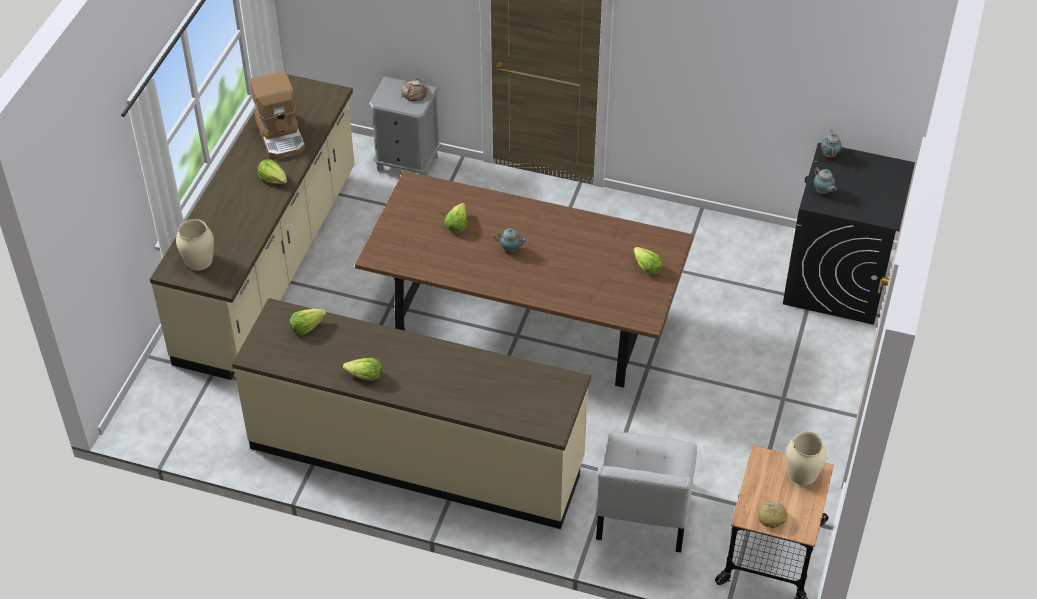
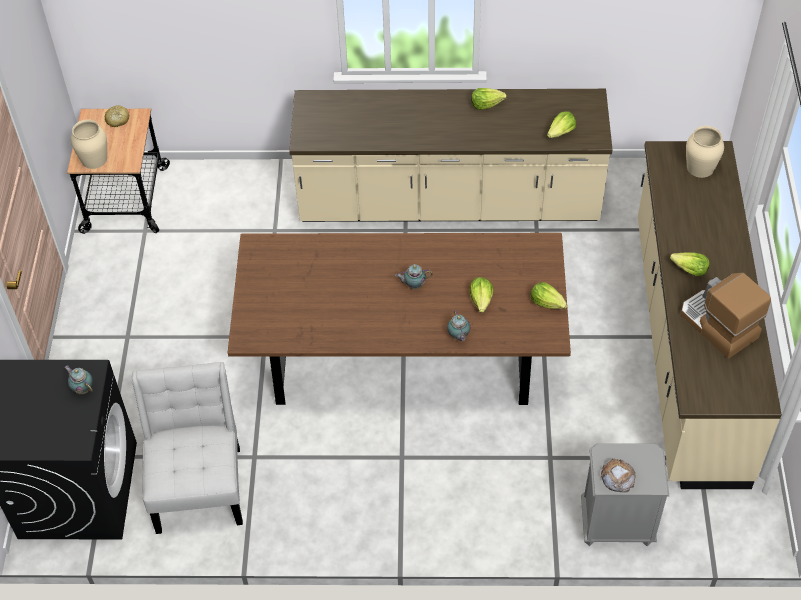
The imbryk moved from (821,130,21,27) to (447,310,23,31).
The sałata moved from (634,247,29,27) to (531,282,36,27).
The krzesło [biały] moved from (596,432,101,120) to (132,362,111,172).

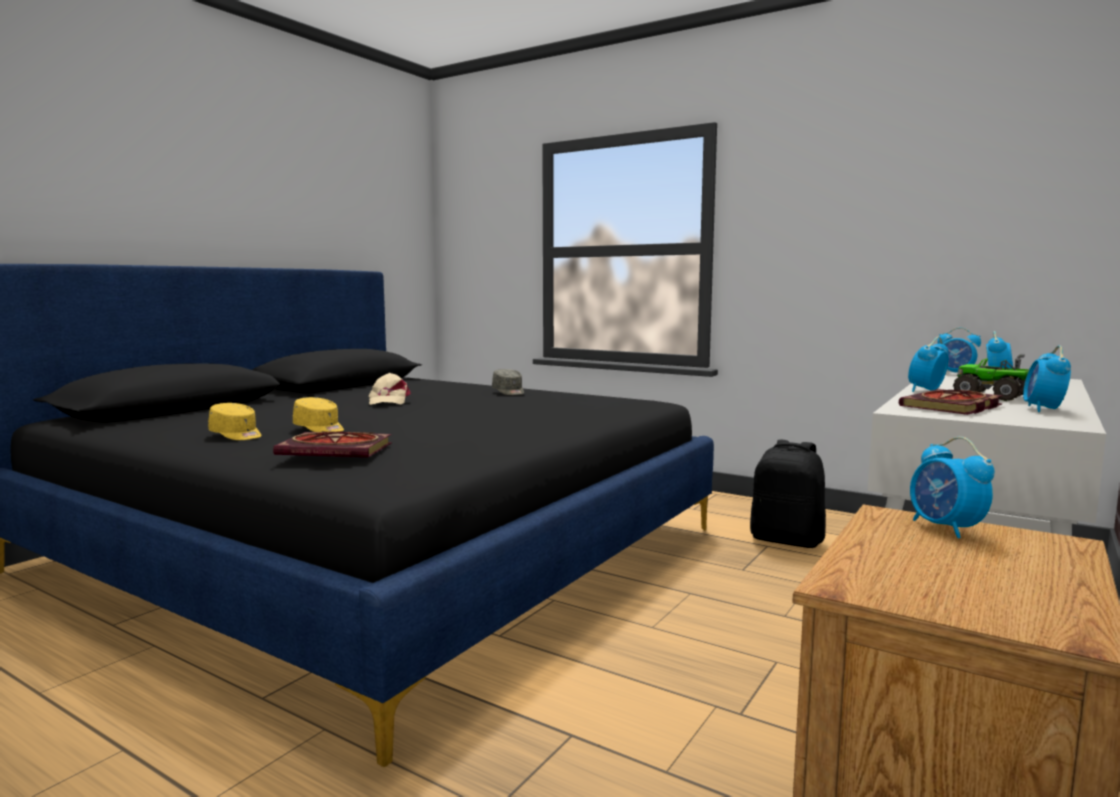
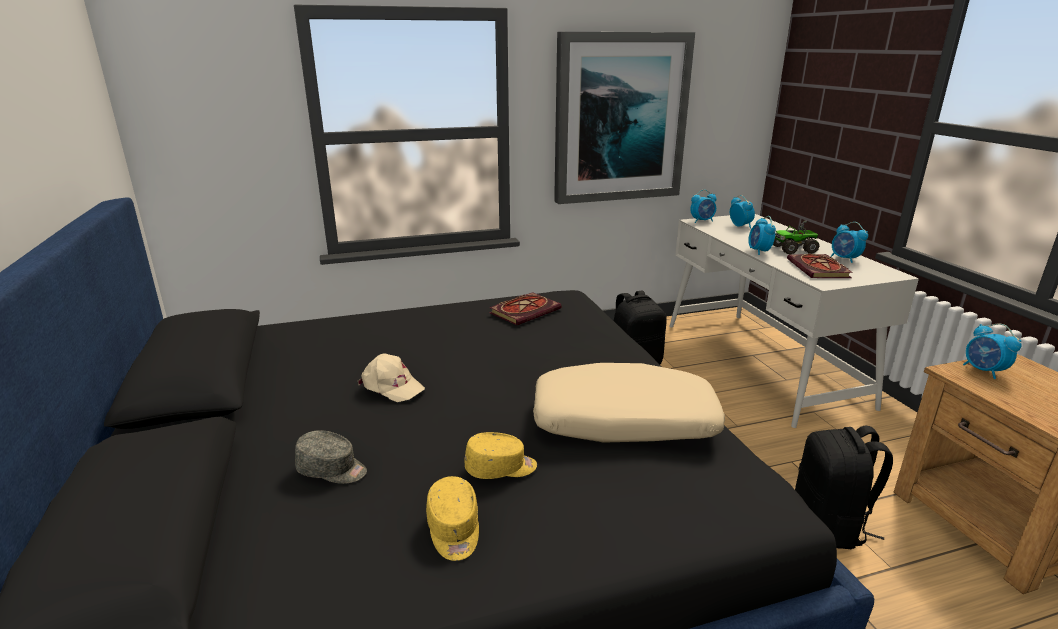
The czapka z daszkiem [szary] moved from (492,369,32,26) to (295,430,72,54).
The czapka z daszkiem [żółty] at (208,403,53,37) turned 90 degrees clockwise.
The książka moved from (273,431,119,26) to (489,292,72,33).
The budzik at (910,437,85,101) turned 45 degrees clockwise.
The obraz at (554,32,141,172) appeared.
The poduszka [beżowy] at (533,363,192,80) appeared.
The plecak [czarny] at (795,426,98,123) appeared.

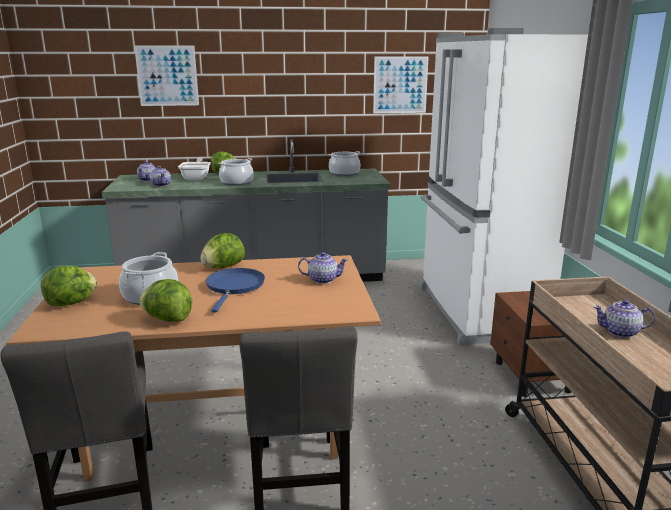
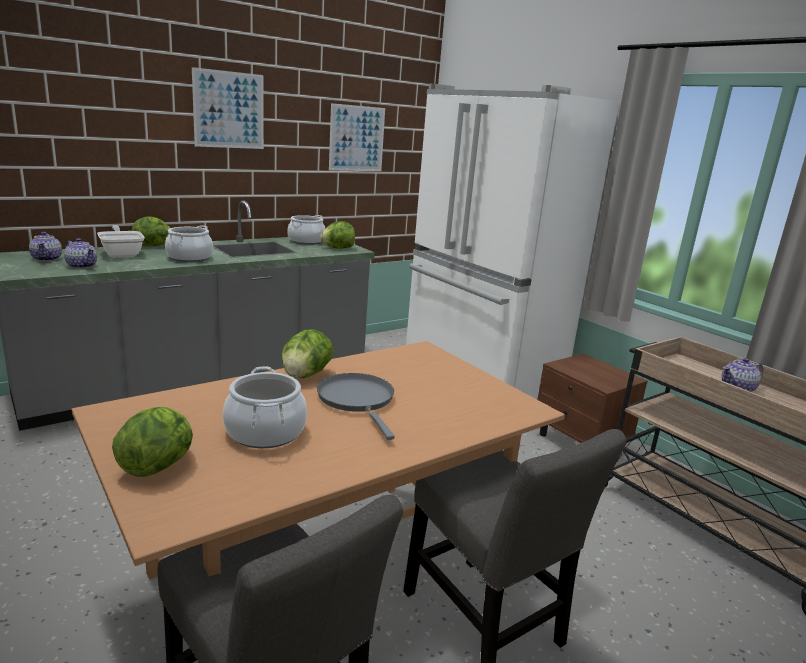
The obraz moved from (134,45,65,61) to (192,67,72,82).
The imbryk at (298,252,50,32) disappeared.
The patelnia [niebieski] at (206,268,59,44) became the patelnia [szary] at (317,373,78,67).
The sałata moved from (139,279,53,43) to (320,221,35,28).

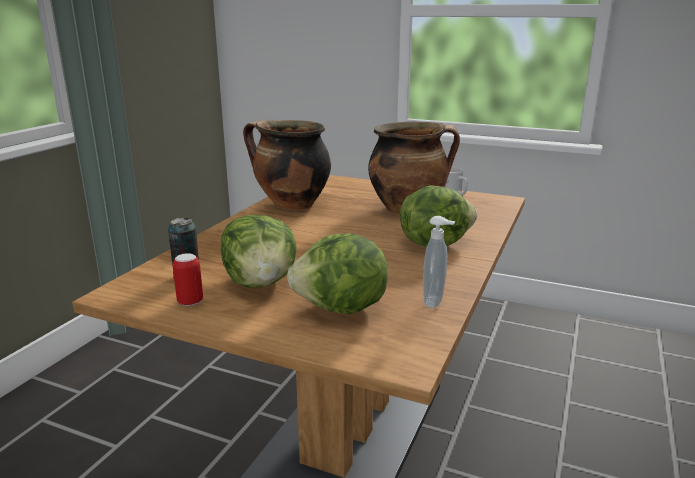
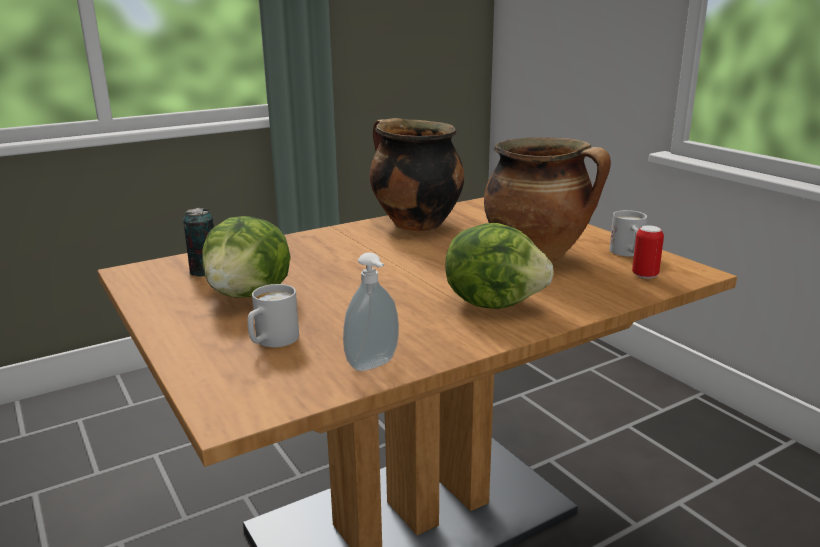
The sałata at (287,233,101,81) was replaced by the kubek [biały] at (248,284,51,63).
The puszka moved from (173,253,30,53) to (632,226,32,53).

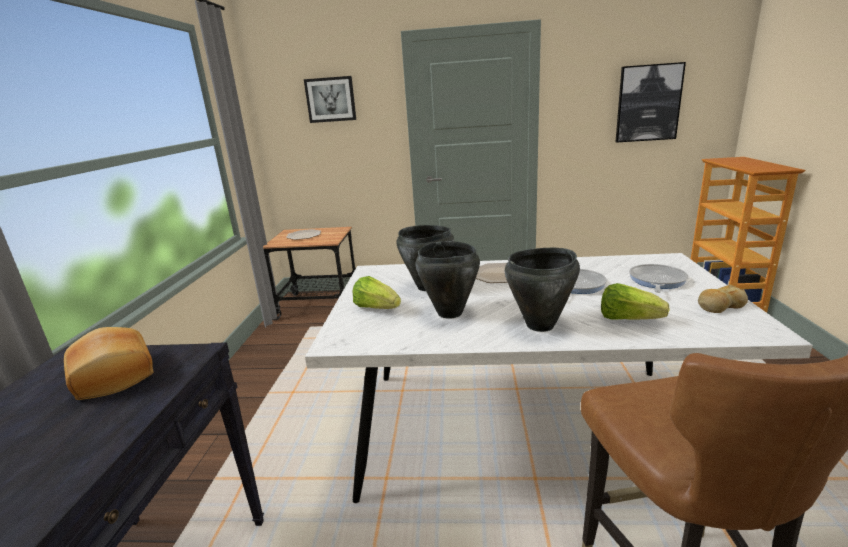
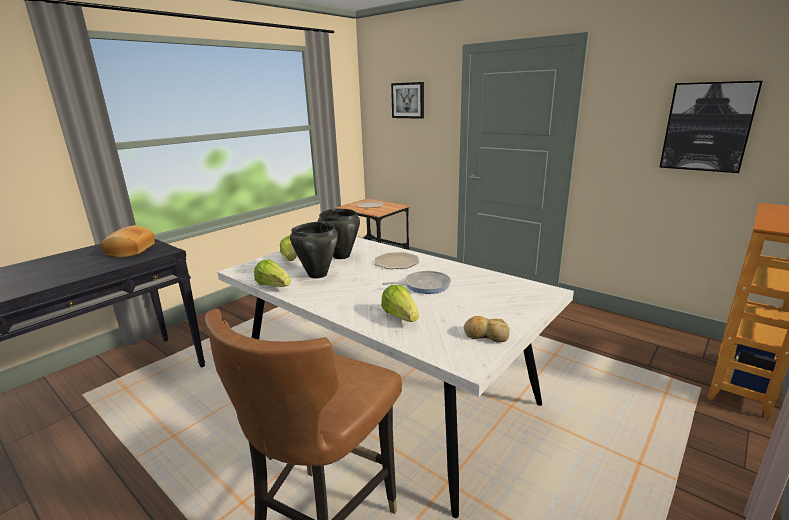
The garnek [czarny] at (505,248,75,84) disappeared.
The patelnia at (629,264,59,29) disappeared.
The sałata at (254,259,37,28) appeared.

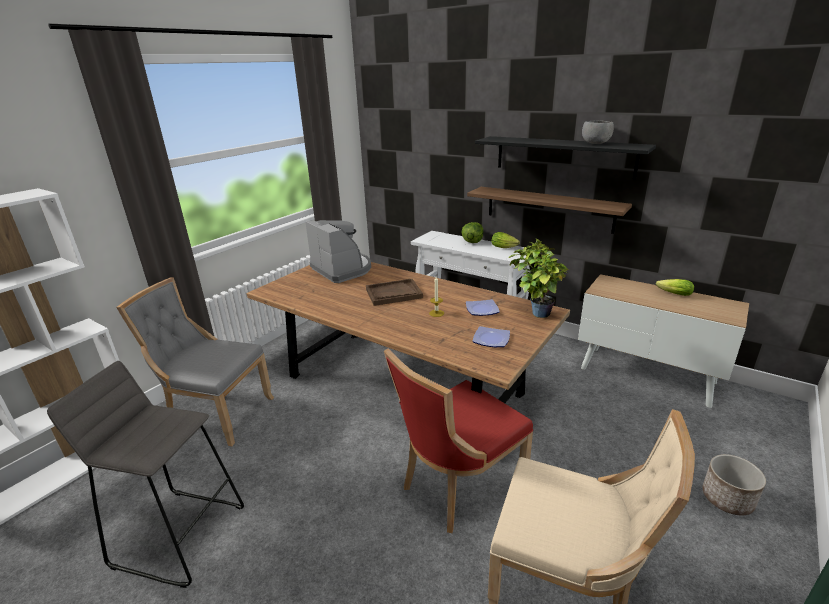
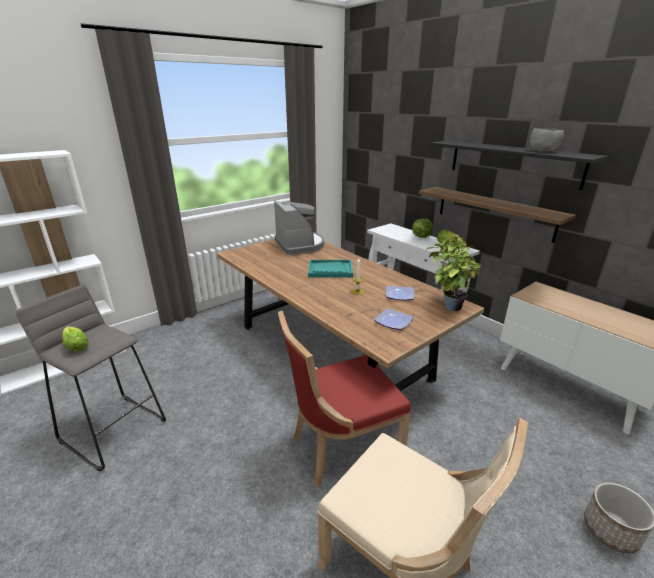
The krzesło [szary] at (116,277,158,169) disappeared.
The taca [brązowy] at (366,279,57,27) became the taca [turkusowy] at (308,260,45,17).
The sałata moved from (656,279,38,17) to (62,326,27,26).

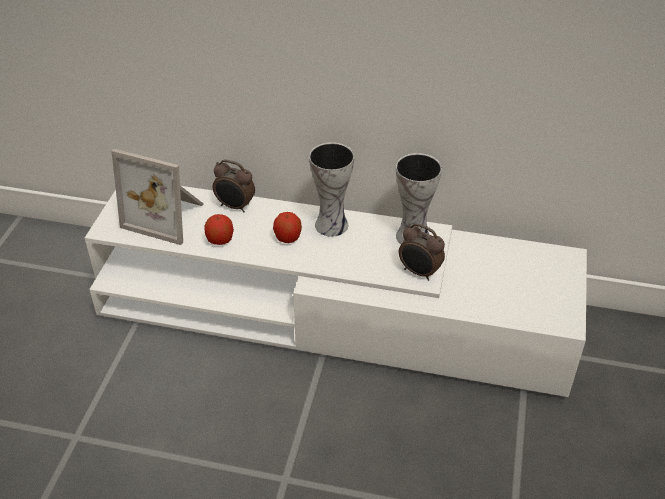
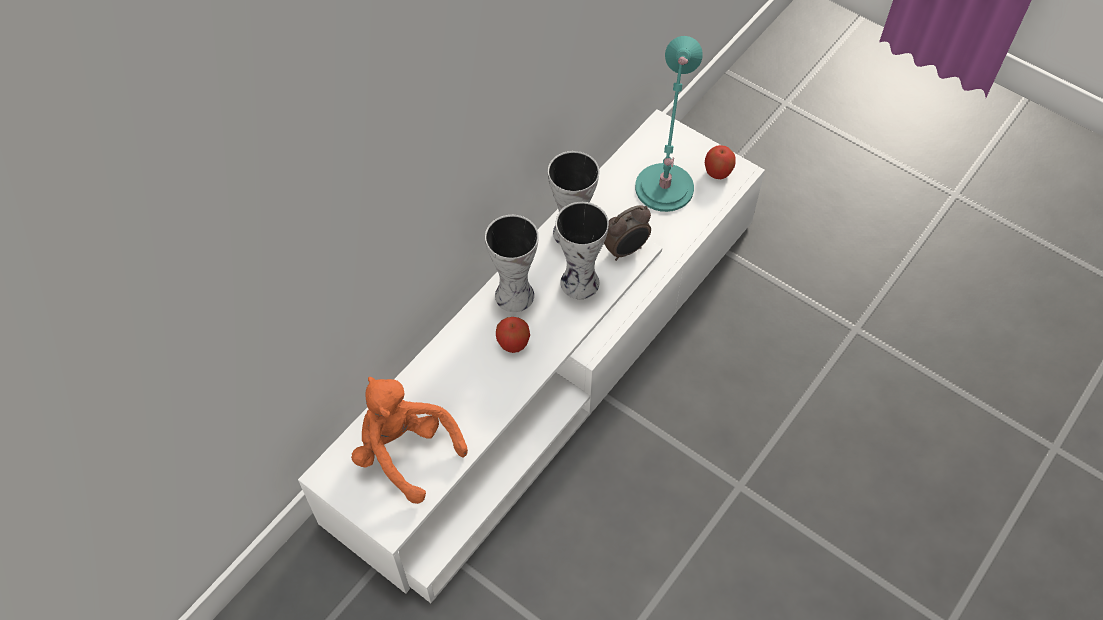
The ramka na zdjęcie at (111,149,93,96) was replaced by the pluszak [pomarańczowy] at (351,377,117,127).
The budzik at (212,160,43,53) disappeared.
The jabłko moved from (204,214,30,31) to (705,145,31,34).
The lampa stołowa [turkusowy] at (635,36,68,176) appeared.
The wazon at (556,202,53,97) appeared.

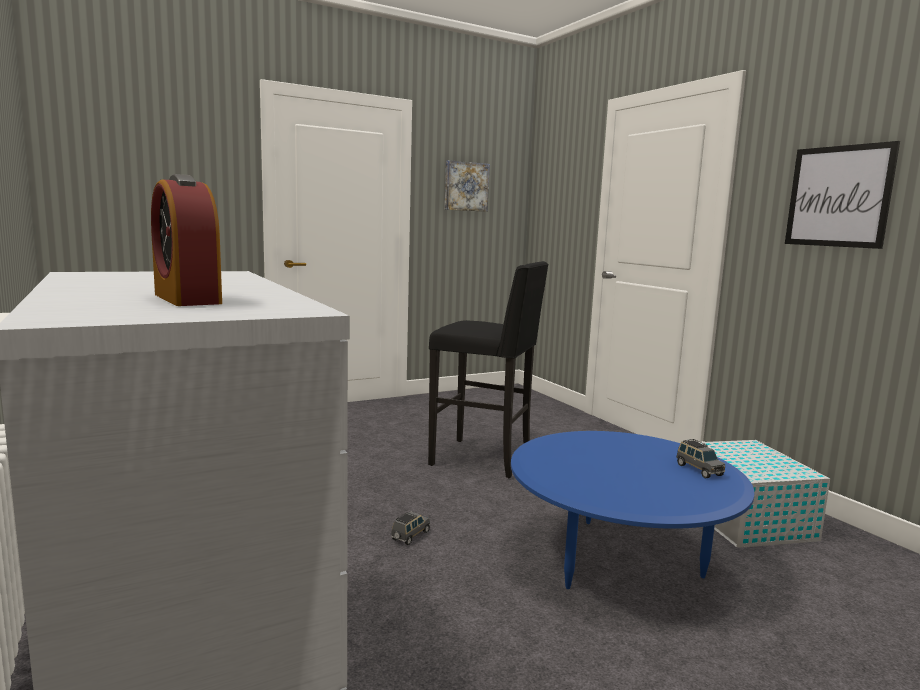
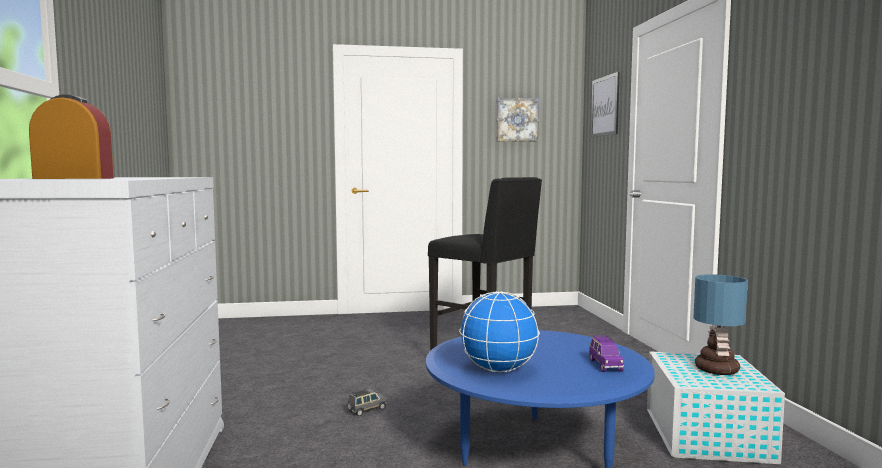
The obraz moved from (785,141,115,108) to (591,72,29,66).
The budzik at (151,174,71,132) turned 105 degrees clockwise.
The samochodzik [szary] at (677,439,48,39) became the samochodzik [fioletowy] at (589,335,35,37).
The lampa stołowa at (693,274,55,101) appeared.
The globus at (459,291,81,81) appeared.

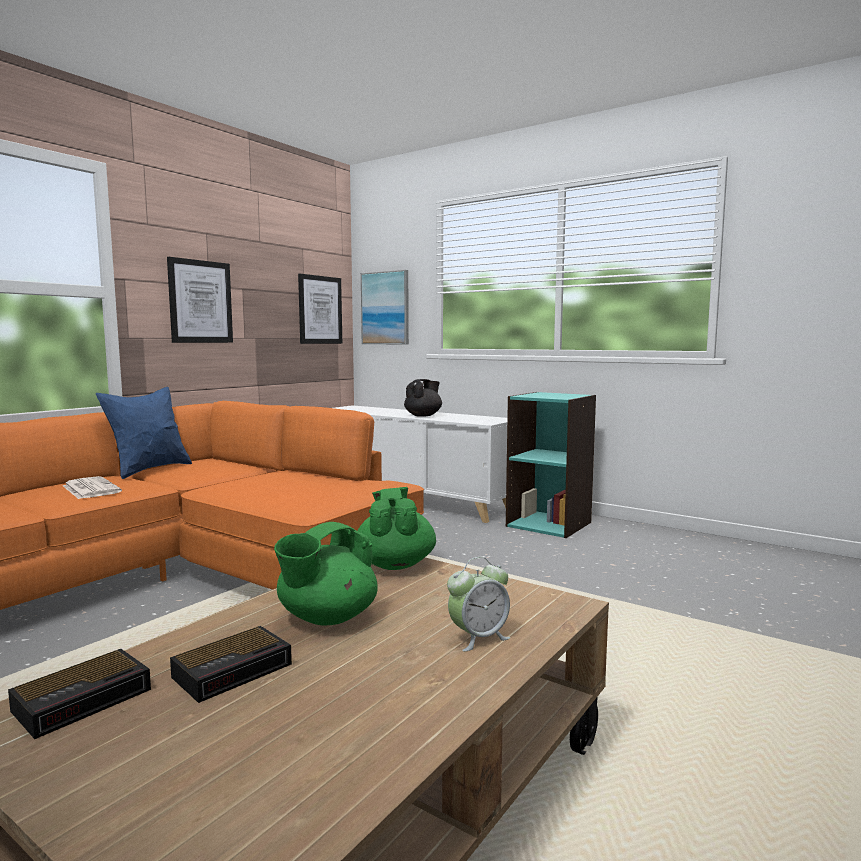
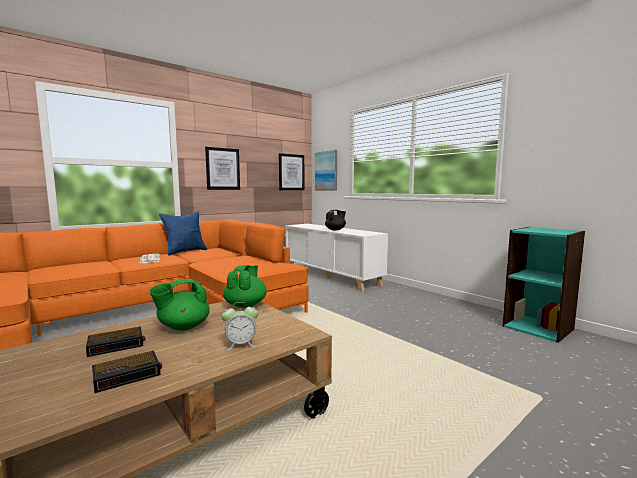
The regał [turkusowy] moved from (506,392,90,146) to (502,227,83,116).
The budzik moved from (8,649,143,90) to (92,351,70,42).

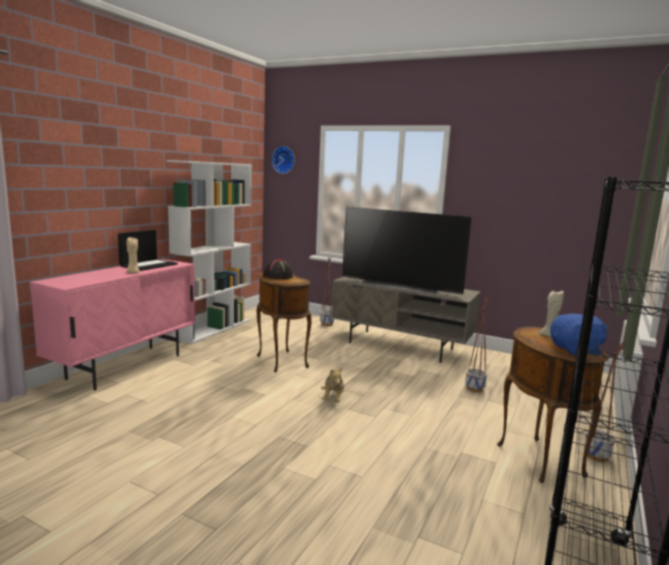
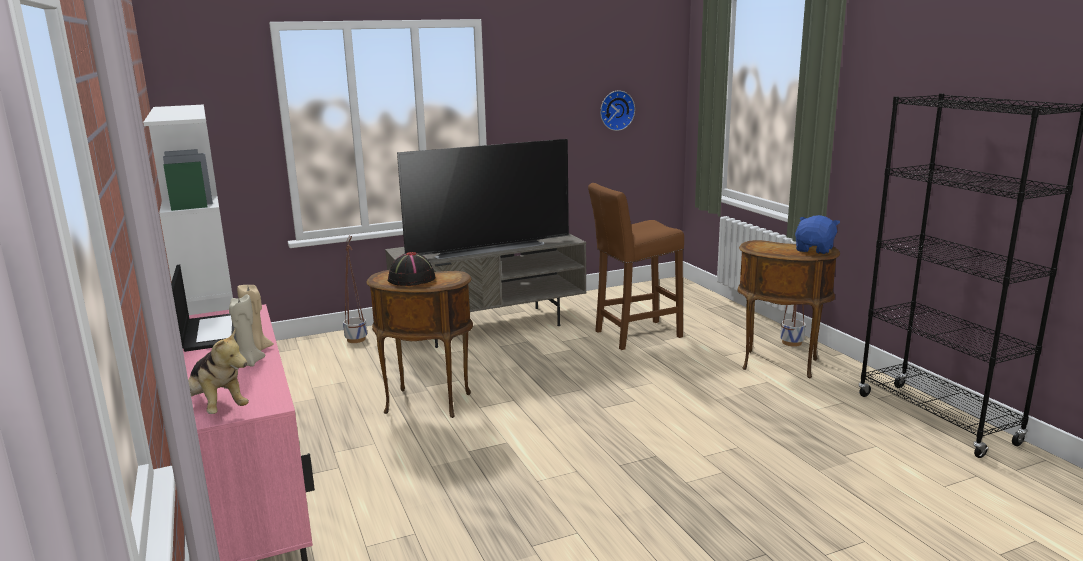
The zegar ścienny moved from (272,146,23,28) to (600,90,35,41).
The świeca [beżowy] moved from (539,290,25,48) to (229,294,37,73).
The donica at (465,296,24,96) was replaced by the stołek [brązowy] at (588,183,96,167).
The pluszak moved from (321,366,24,36) to (188,329,61,85).

